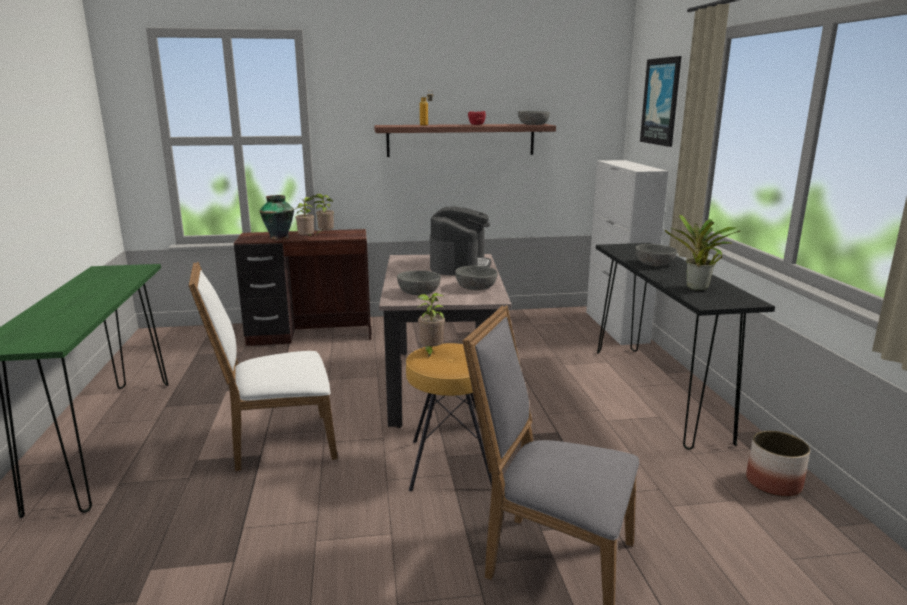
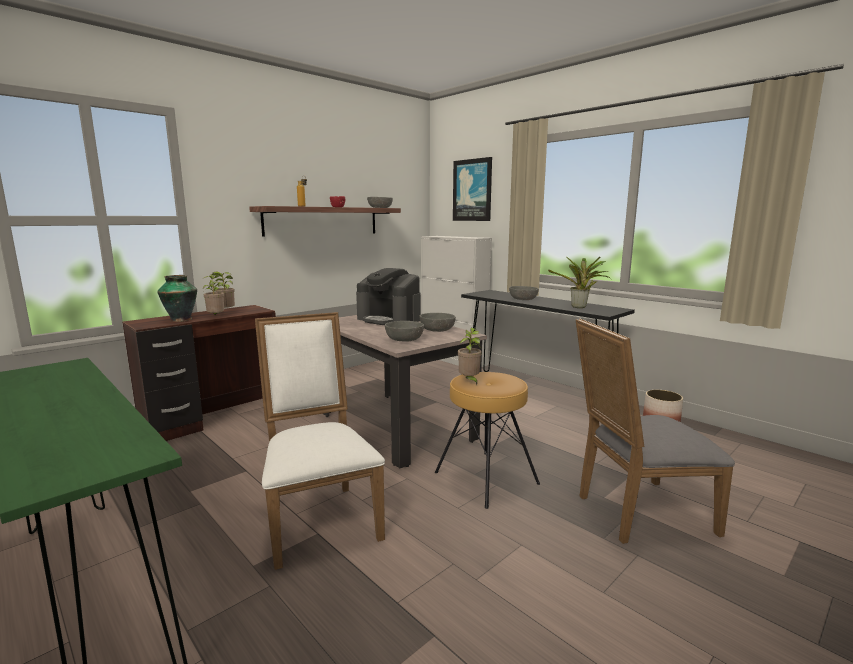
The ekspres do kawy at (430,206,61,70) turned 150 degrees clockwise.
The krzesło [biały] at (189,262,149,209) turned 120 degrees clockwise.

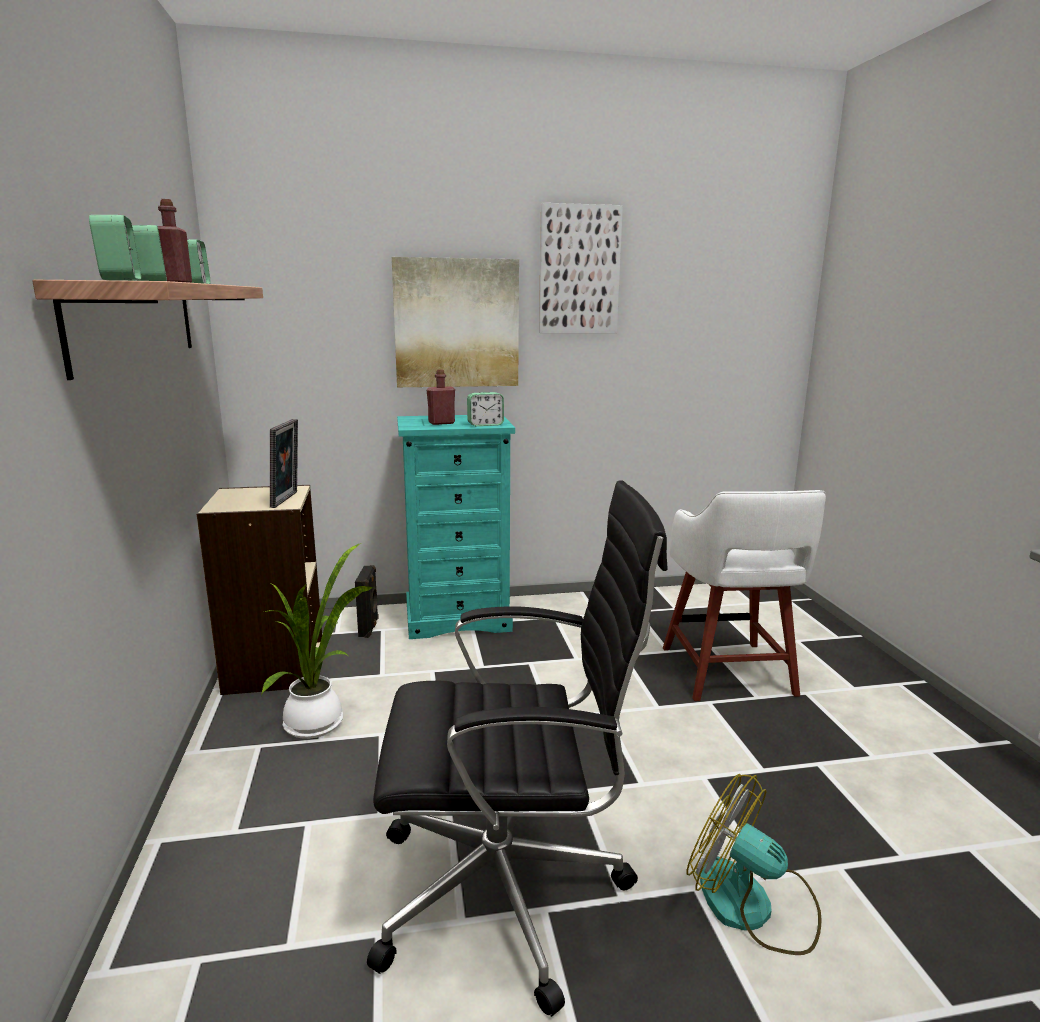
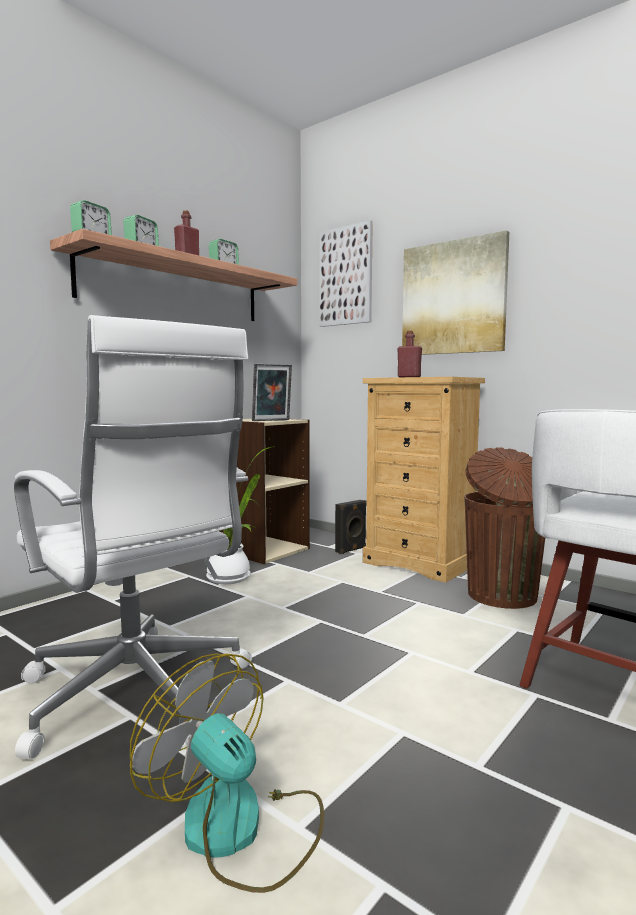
The obraz moved from (539,203,84,130) to (319,220,54,107).
The budzik at (467,392,37,34) disappeared.
The komoda [turkusowy] at (397,415,118,224) became the komoda [beżowy] at (363,377,122,206).
The krzesło biurowe [czarny] at (367,480,301,537) became the krzesło biurowe [biały] at (14,315,238,444).
The wentylator at (686,774,135,181) turned 45 degrees counterclockwise.
The kosz na śmieci [brązowy] at (464,447,81,162) appeared.

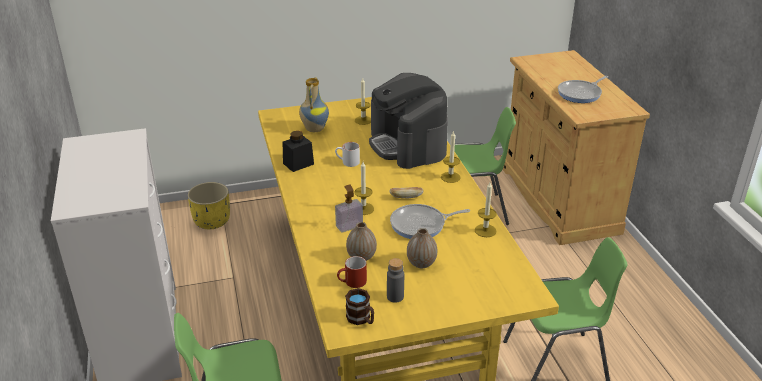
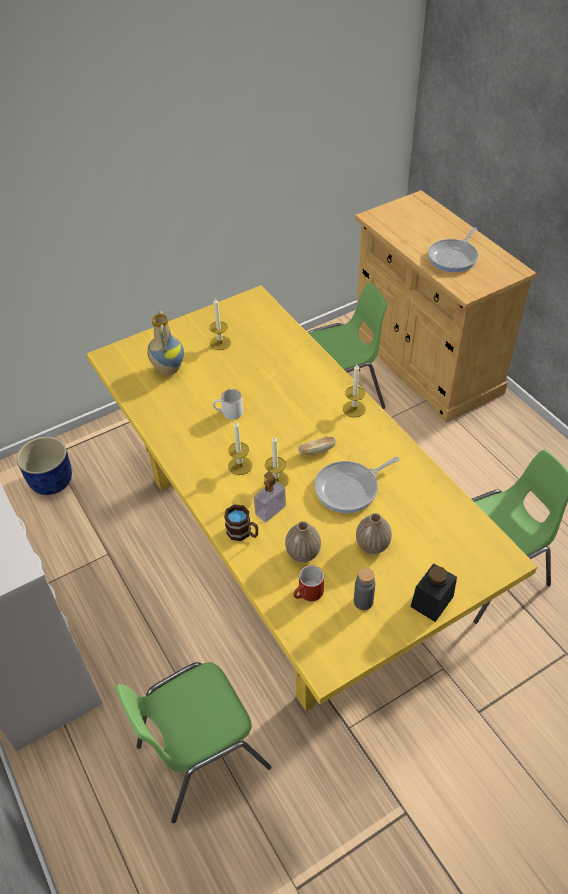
The ekspres do kawy at (369,73,79,96) disappeared.
The słoik [czarny] moved from (282,131,32,41) to (411,563,46,59).
The donica [żółty] at (187,182,43,47) became the donica [niebieski] at (17,437,55,58).
The świeca moved from (475,182,22,55) to (228,421,24,54).
The kubek [brązowy] moved from (345,288,29,37) to (224,504,34,37).

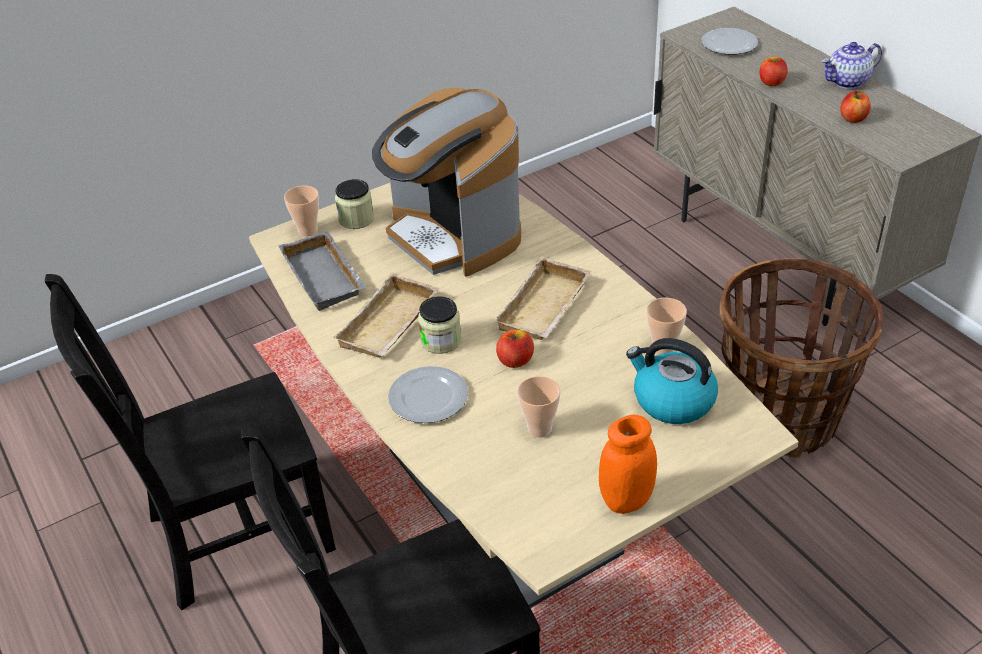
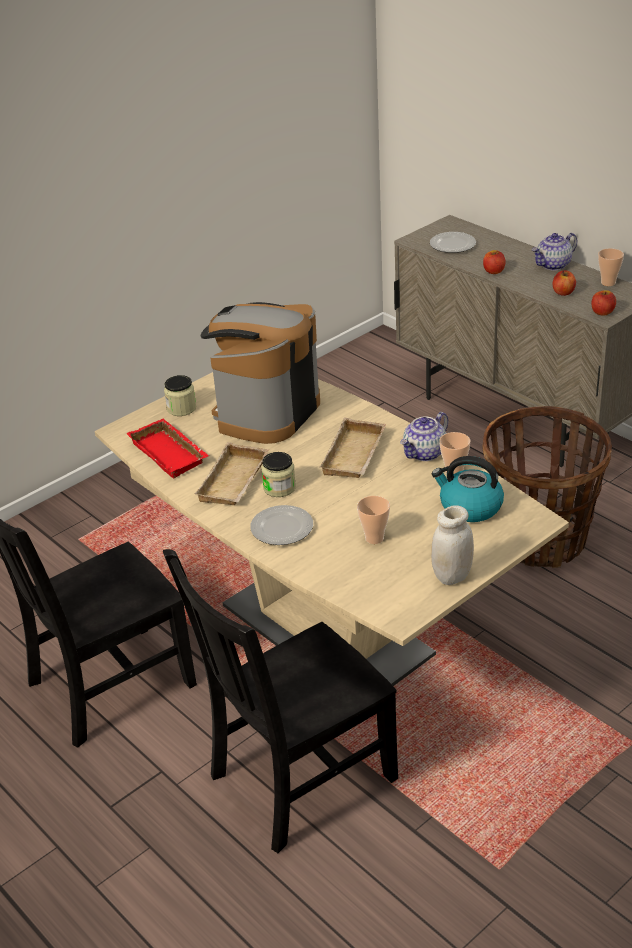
The ekspres do kawy at (372,88,149,189) turned 75 degrees clockwise.
The filiżanka moved from (284,186,35,51) to (598,248,26,38).
The taca [szary] at (279,231,87,80) became the taca [czerwony] at (126,418,83,60).
The jabłko moved from (496,329,38,39) to (591,290,25,25).
The słoik [pomarańczowy] at (599,415,58,99) became the słoik [biały] at (431,505,43,80).
The imbryk at (400,412,48,49) appeared.

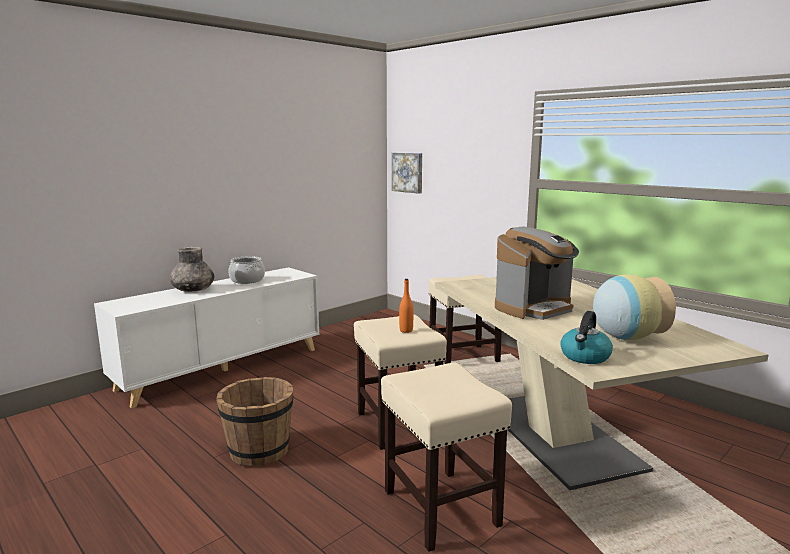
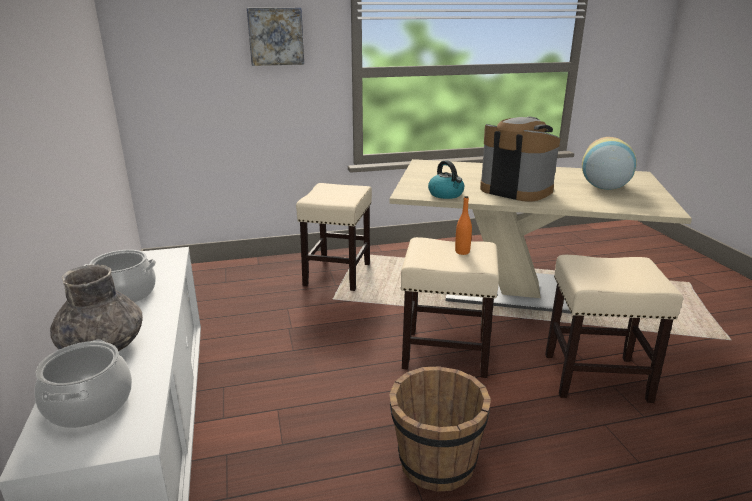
The obraz moved from (392,153,30,41) to (247,8,57,58).
The ekspres do kawy at (495,227,84,93) turned 45 degrees counterclockwise.
The czajnik moved from (560,311,53,53) to (428,160,36,39).
The garnek at (34,340,98,88) appeared.

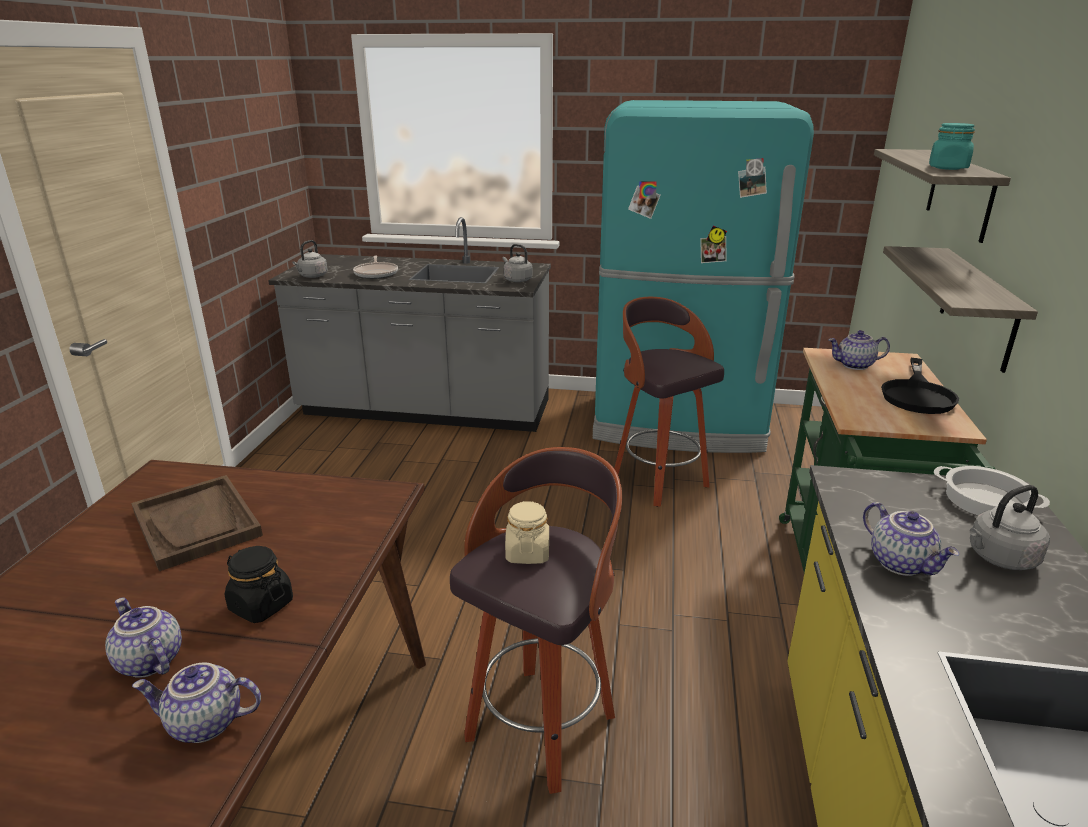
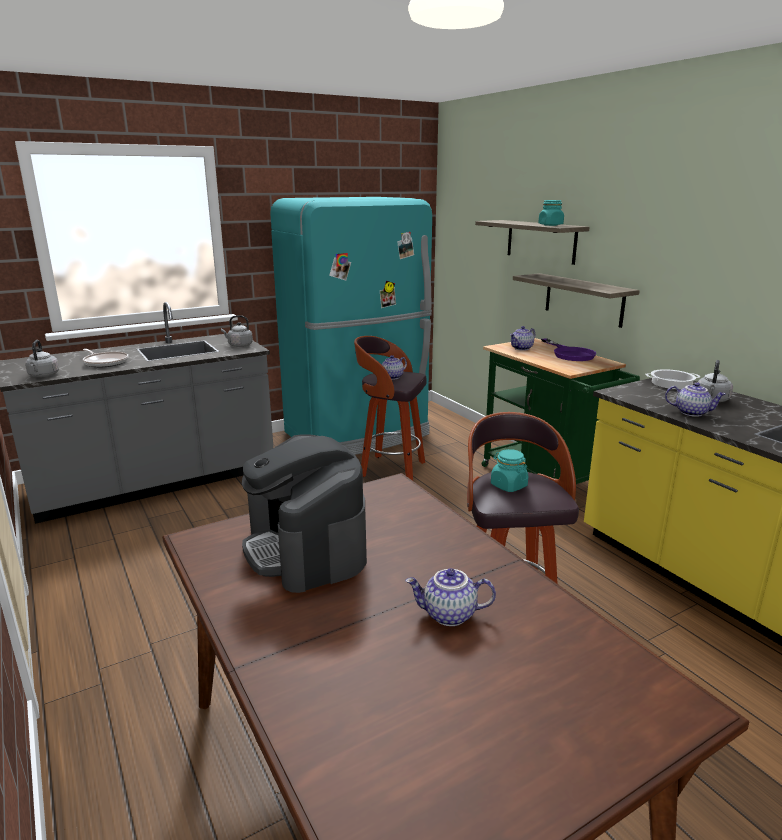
The patelnia [czarny] at (881,358,78,56) became the patelnia [fioletowy] at (541,338,55,23).
The taca [brązowy] at (131,475,132,96) was replaced by the ekspres do kawy at (242,434,125,159).
The słoik [beżowy] at (505,501,44,63) became the słoik [turkusowy] at (491,449,37,43).
The słoik [czarny] at (225,546,68,77) disappeared.
The imbryk moved from (132,662,129,81) to (380,355,27,25).

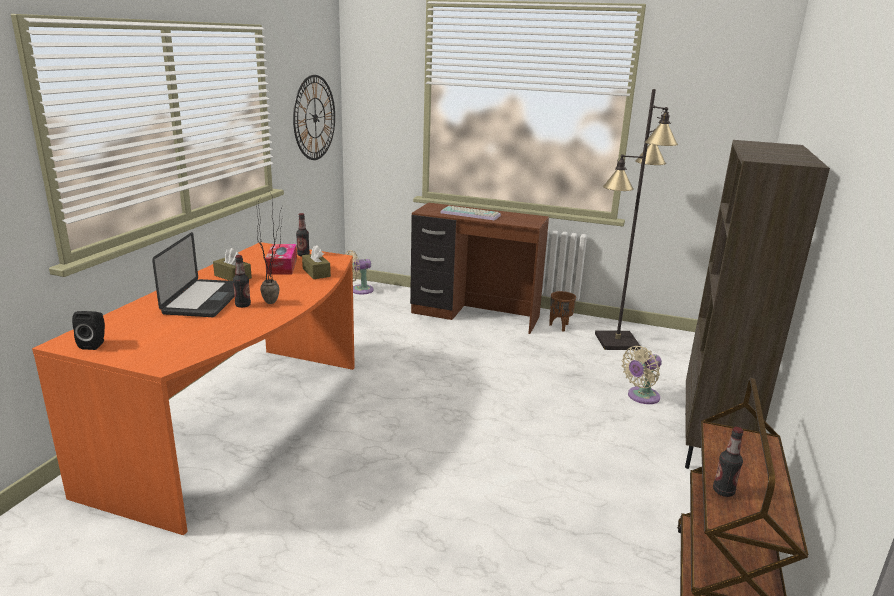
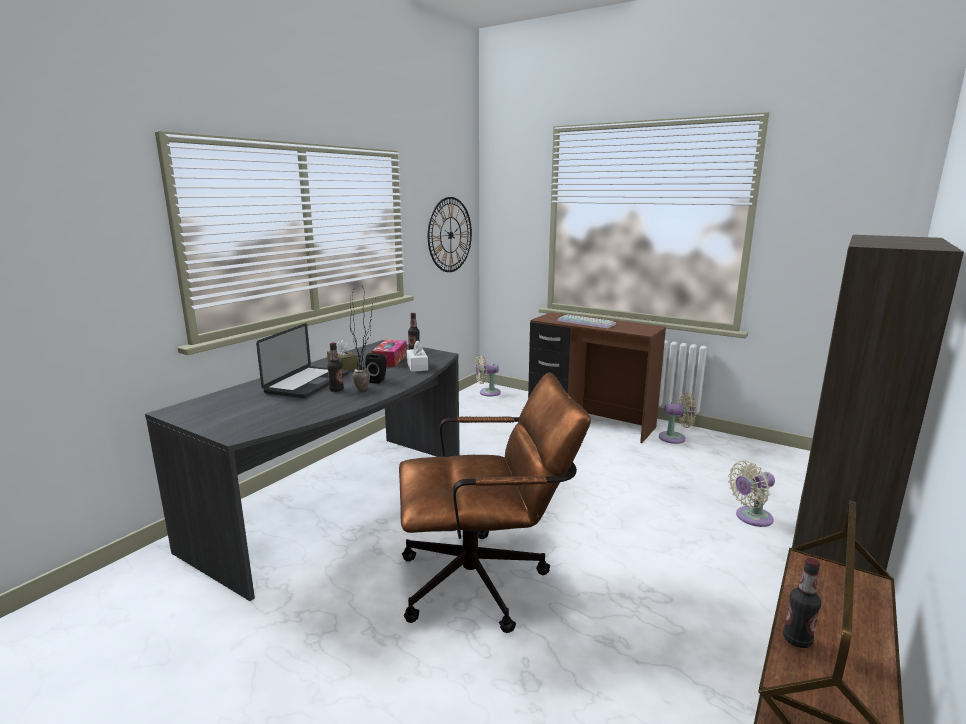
The lampa stojąca [czarny] at (595,89,83,261) disappeared.
The biurko [pomarańczowy] at (32,242,323,293) became the biurko [szary] at (145,340,315,261).
The pudełko chusteczek [brązowy] at (302,245,29,34) became the pudełko chusteczek [biały] at (407,341,21,31).
The donica [brązowy] at (549,291,27,40) was replaced by the wentylator [beżowy] at (659,393,37,51).
The głośnik [czarny] moved from (72,311,33,39) to (365,353,21,31).
The krzesło biurowe [brązowy] at (399,372,192,261) appeared.

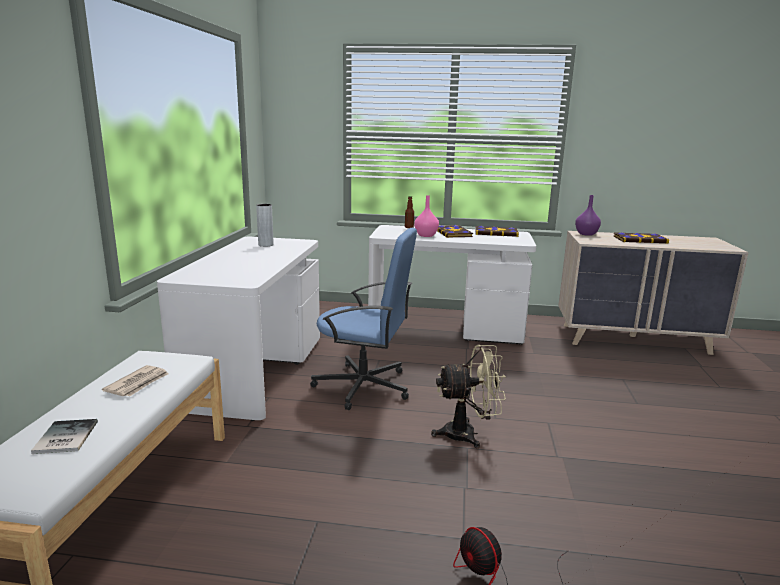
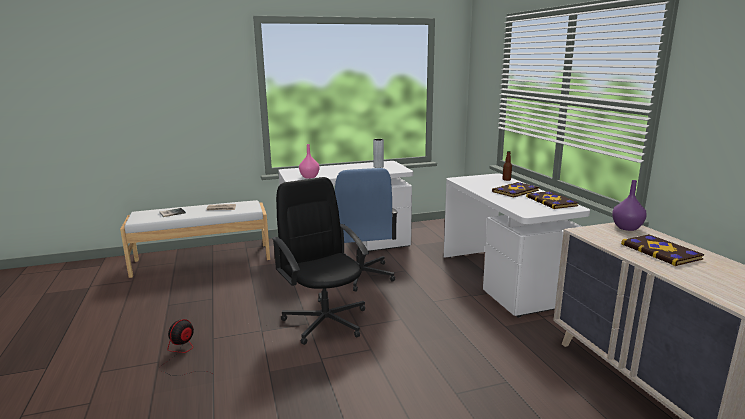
The wazon [różowy] moved from (414,195,25,42) to (299,144,21,35).
The wentylator [beżowy] at (431,345,75,103) was replaced by the krzesło biurowe [czarny] at (272,177,97,168).

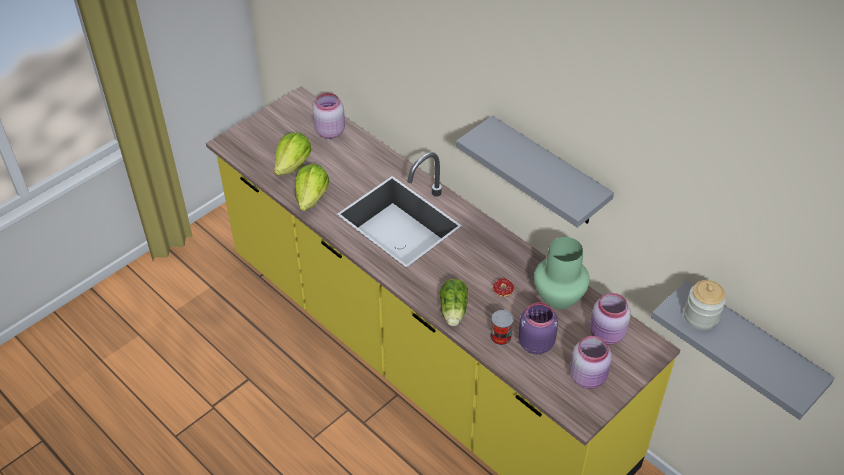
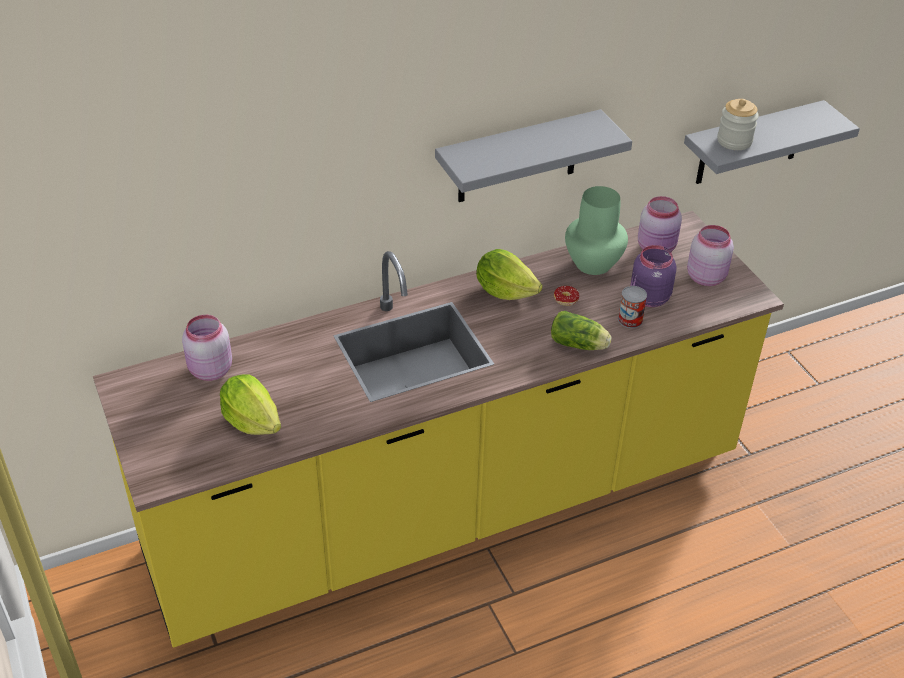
The sałata moved from (295,164,34,47) to (476,249,67,51).

